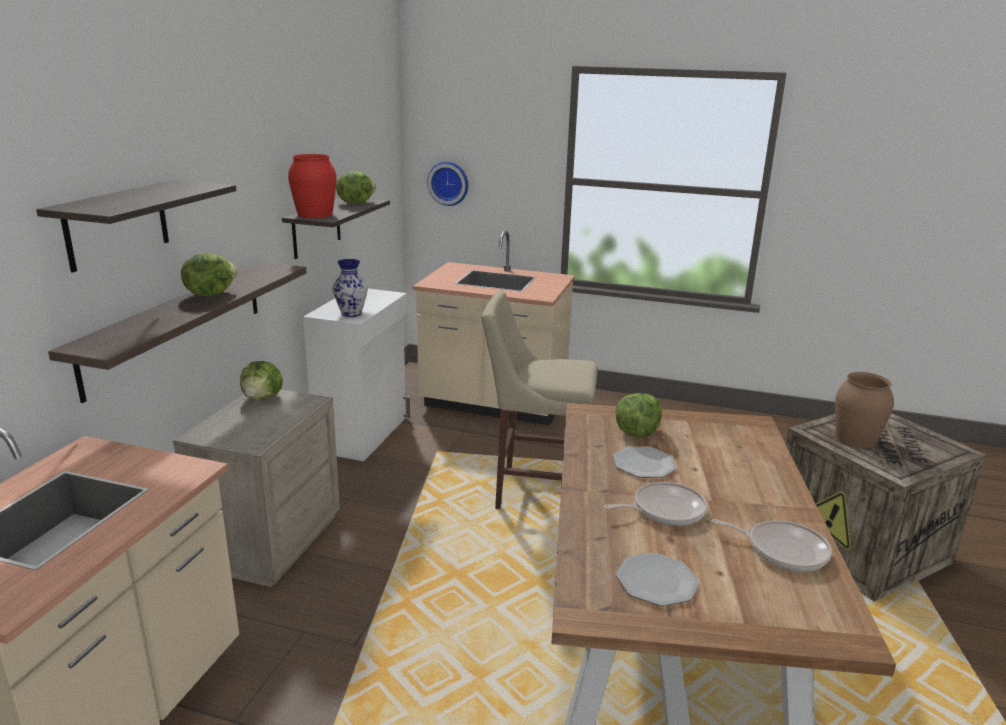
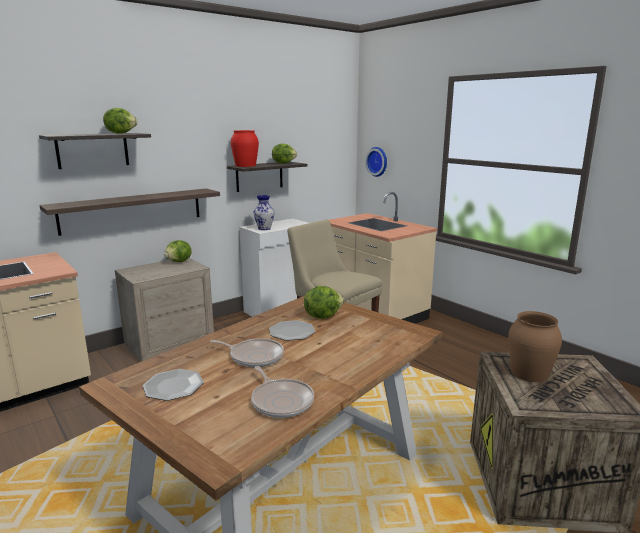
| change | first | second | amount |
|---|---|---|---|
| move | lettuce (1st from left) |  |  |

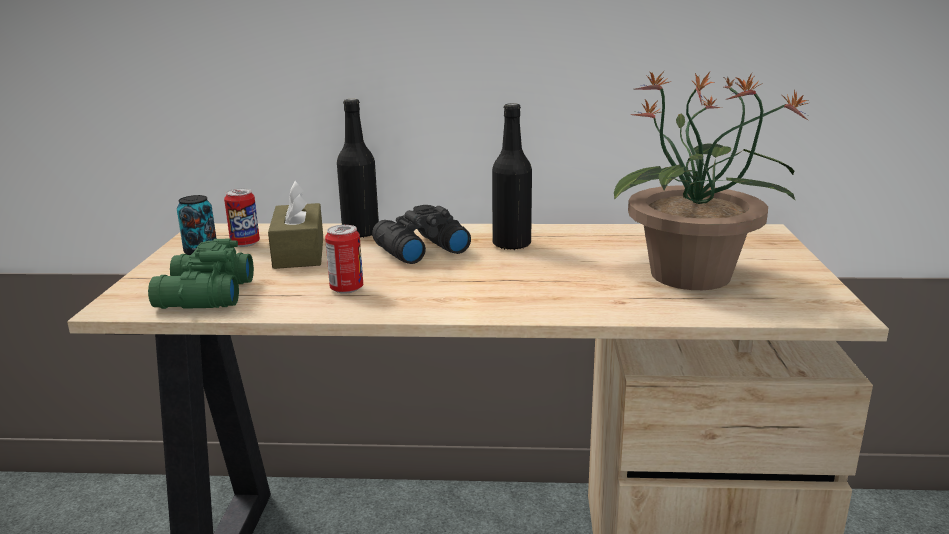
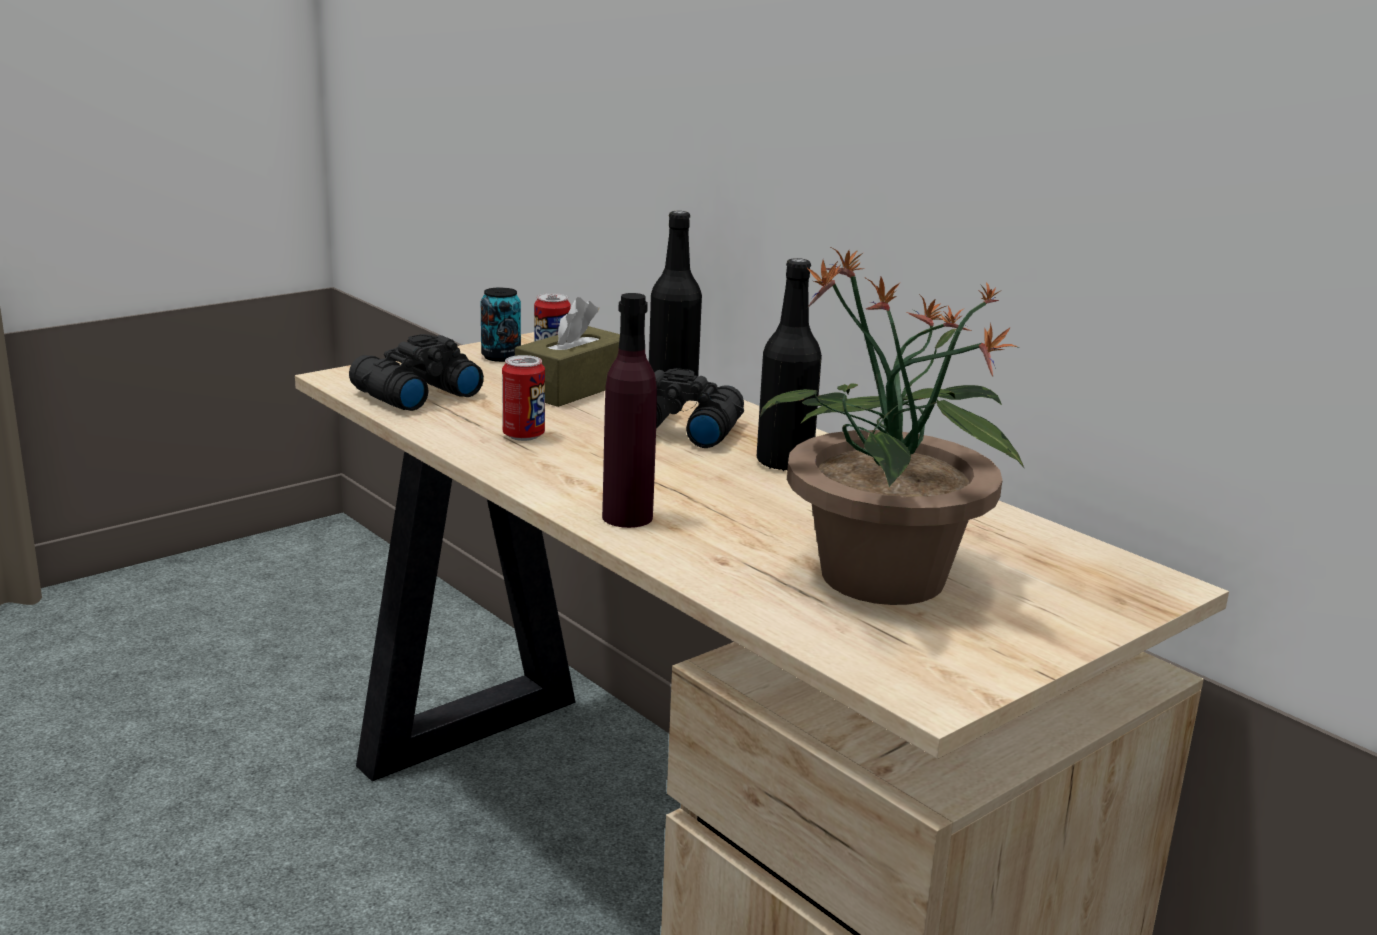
| change | first | second | amount |
|---|---|---|---|
| recolor | greenish field glasses | black field glasses (1st from left) |  |
| insert |  | purplish beverage bottle |  |

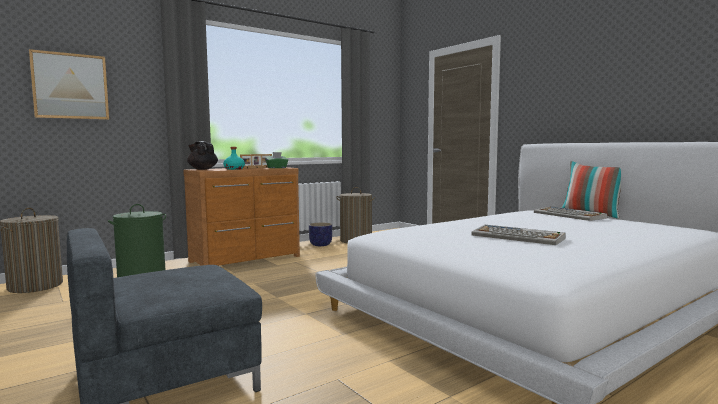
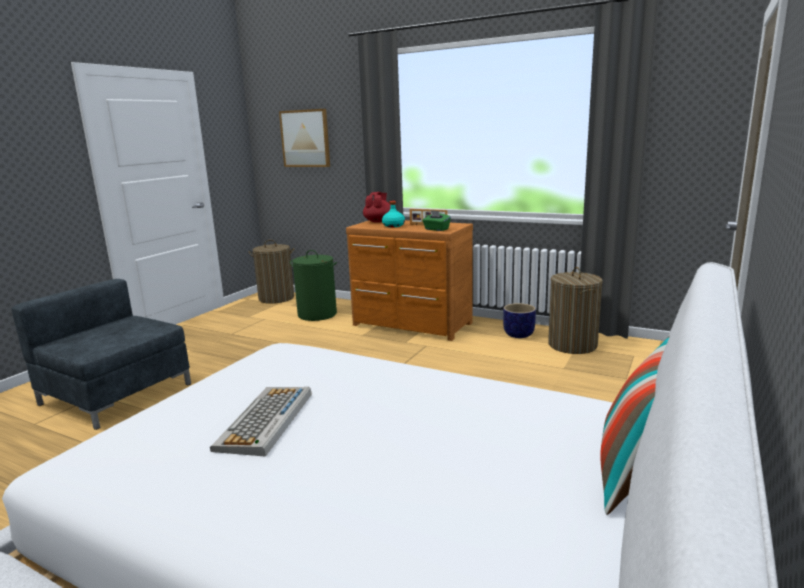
| change | first | second | amount |
|---|---|---|---|
| recolor | black pot for tea | red-coloured pot for tea |  |
| delete | computer keyboard (2nd from left) |  |  |

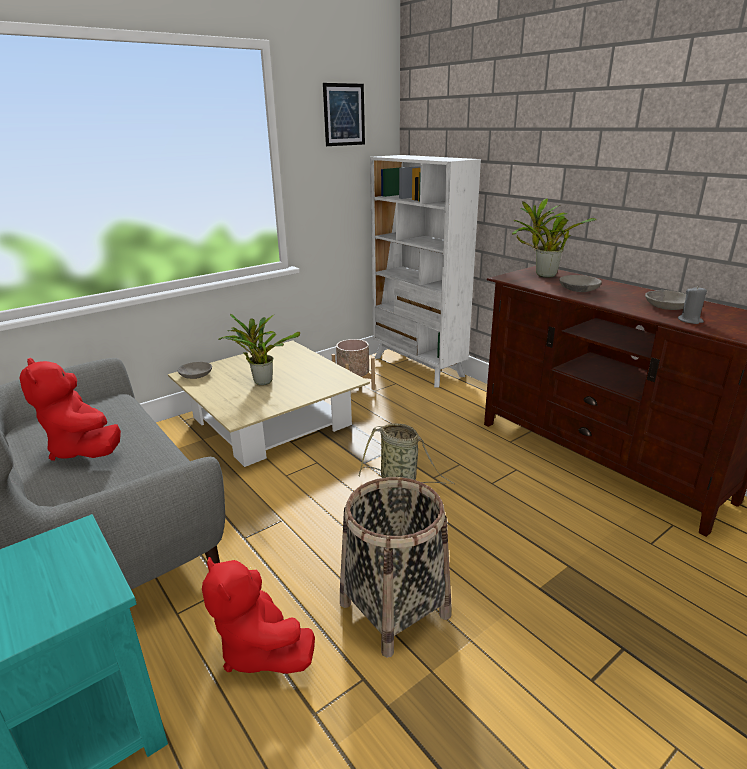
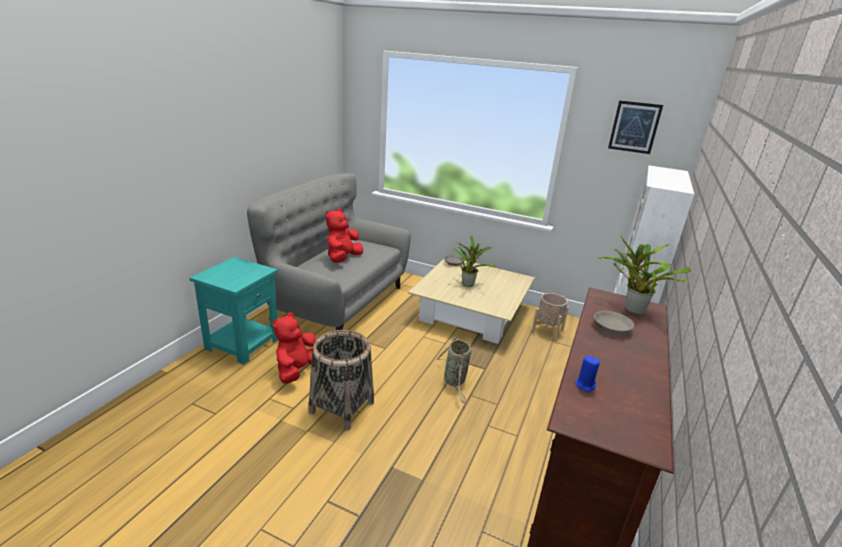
| change | first | second | amount |
|---|---|---|---|
| recolor | grey wax light | blue-coloured wax light |  |
| delete | grey bowl (3rd from left) |  |  |

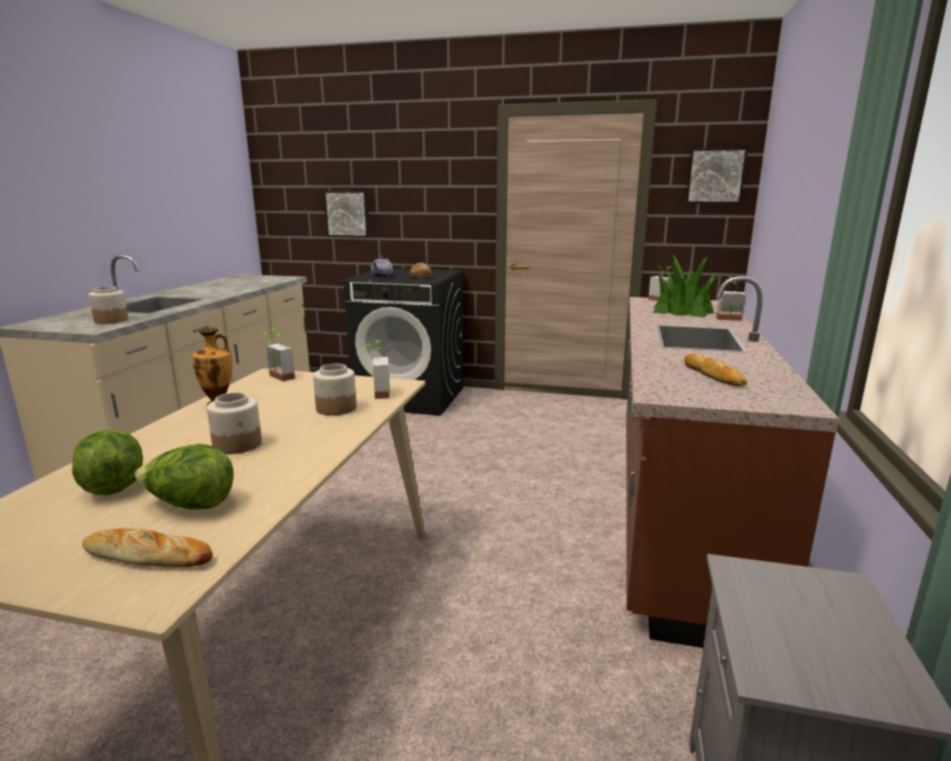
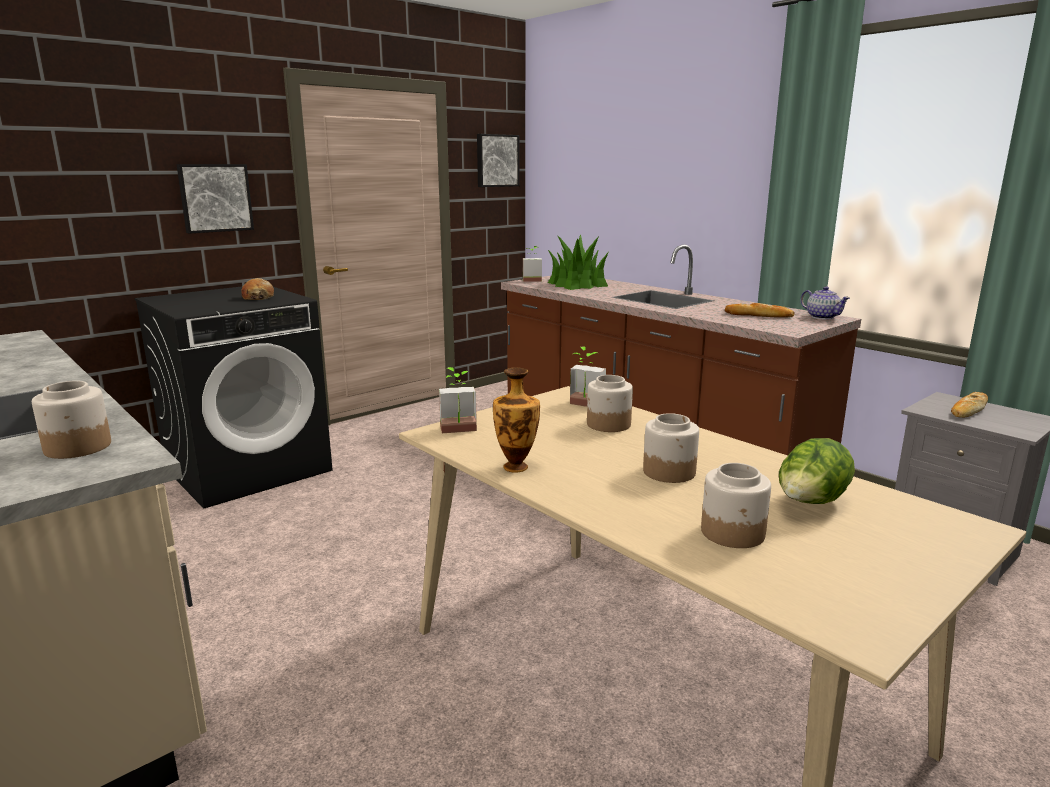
| change | first | second | amount |
|---|---|---|---|
| move | picture (1st from left) |  |  |
| replace | lettuce (1st from left) | jar (4th from left) |  |
| move | pot for tea |  |  |
| move | bakery bread (1st from left in the first image) | bakery bread (3rd from left) |  |
| delete | houseplant (5th from left) |  |  |

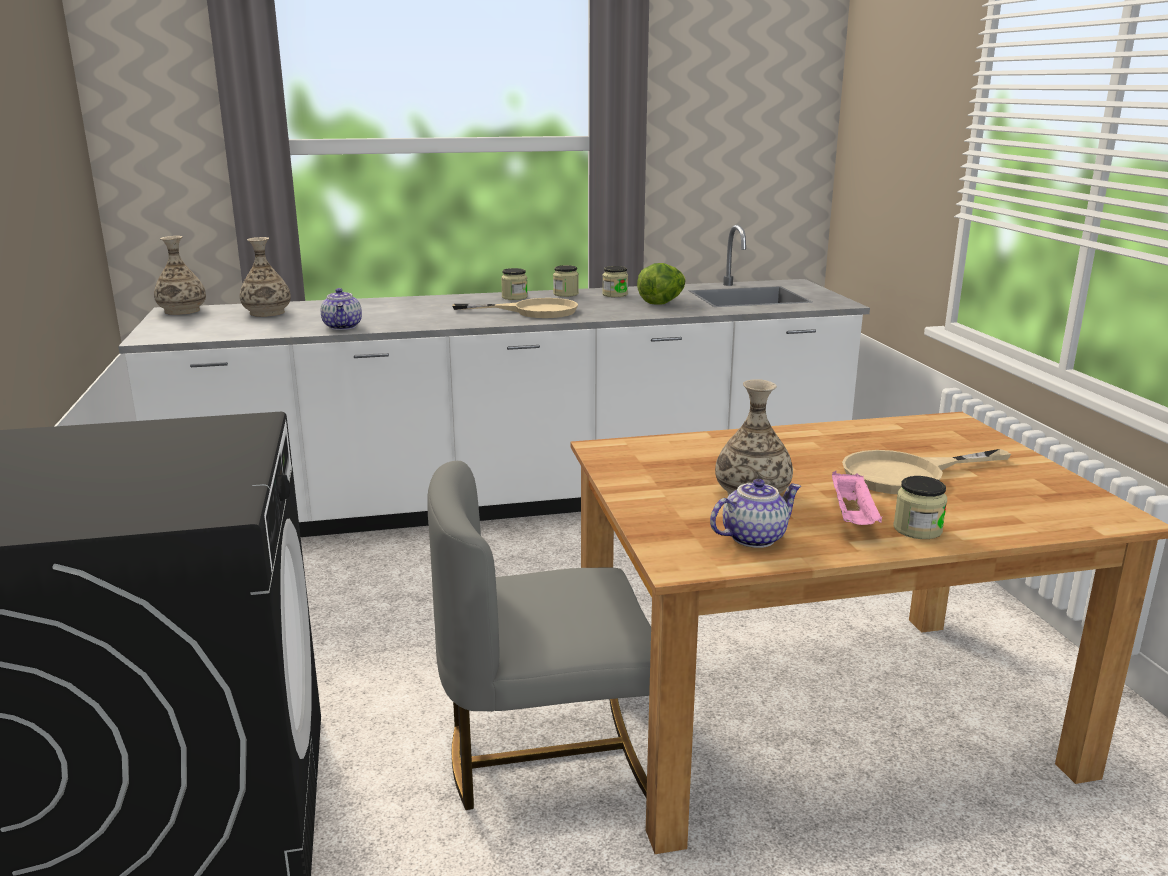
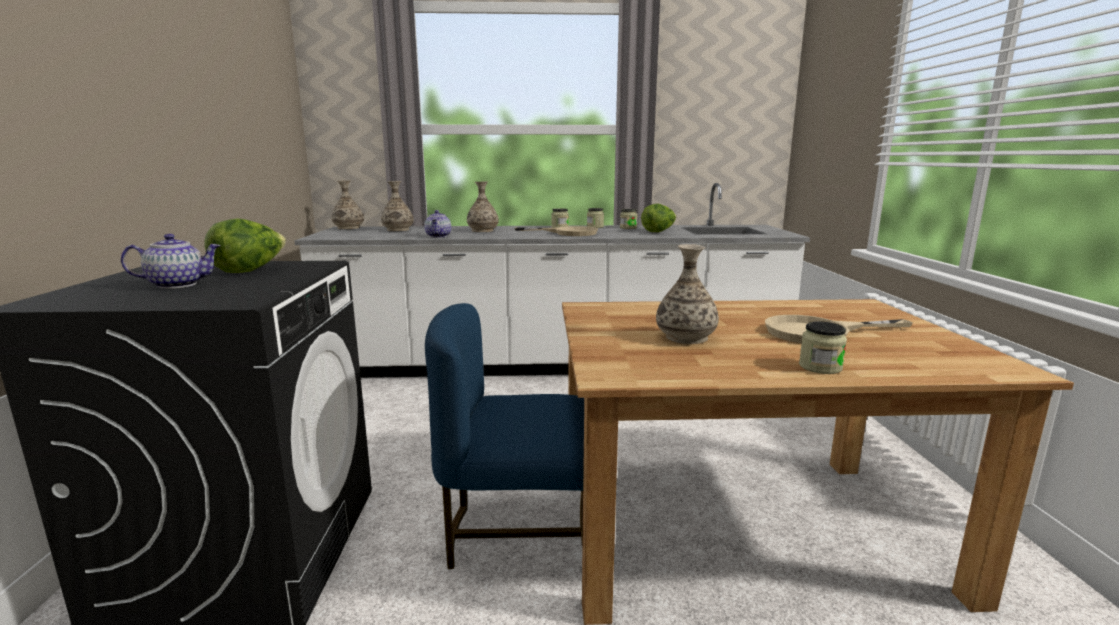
| change | first | second | amount |
|---|---|---|---|
| move | pot for tea (2nd from left in the first image) | pot for tea (1st from left) |  |
| insert |  | lettuce (1st from left) |  |
| recolor | grey chair | blue-coloured chair |  |
| insert |  | flower vase (3rd from left) |  |
| delete | pinkish tray |  |  |

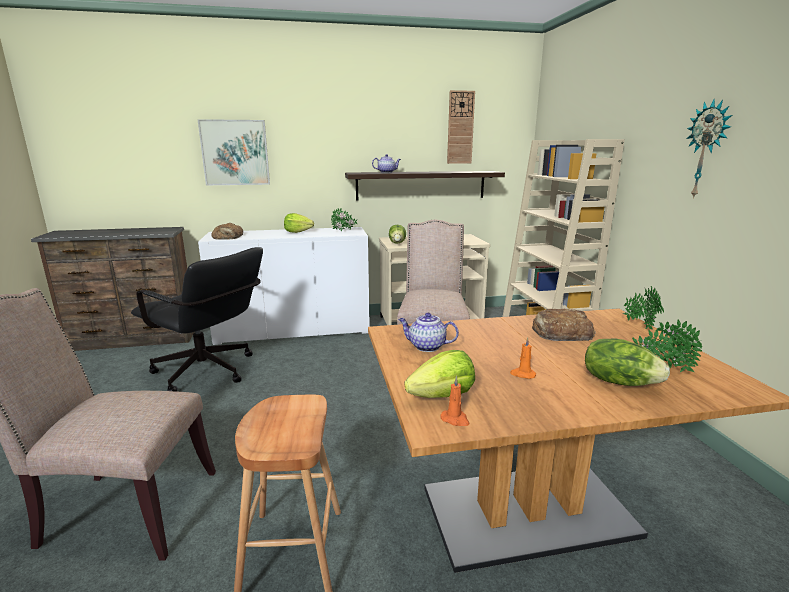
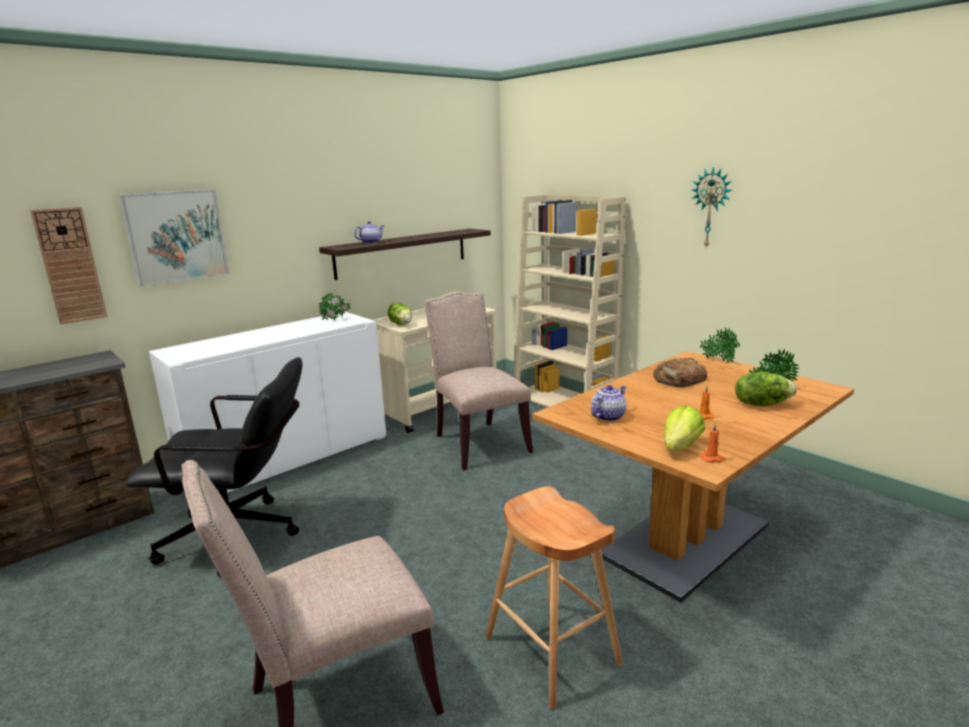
| change | first | second | amount |
|---|---|---|---|
| move | clock on the wall (1st from left) |  |  |
| rotate | pot for tea (2nd from left) |  | 150 degrees clockwise |
| delete | bakery bread (1st from left) |  |  |
| delete | lettuce (1st from left) |  |  |

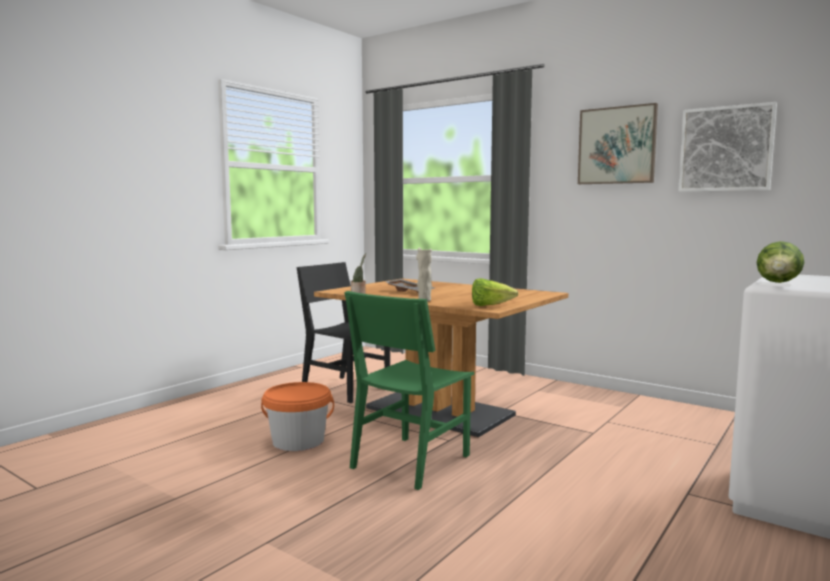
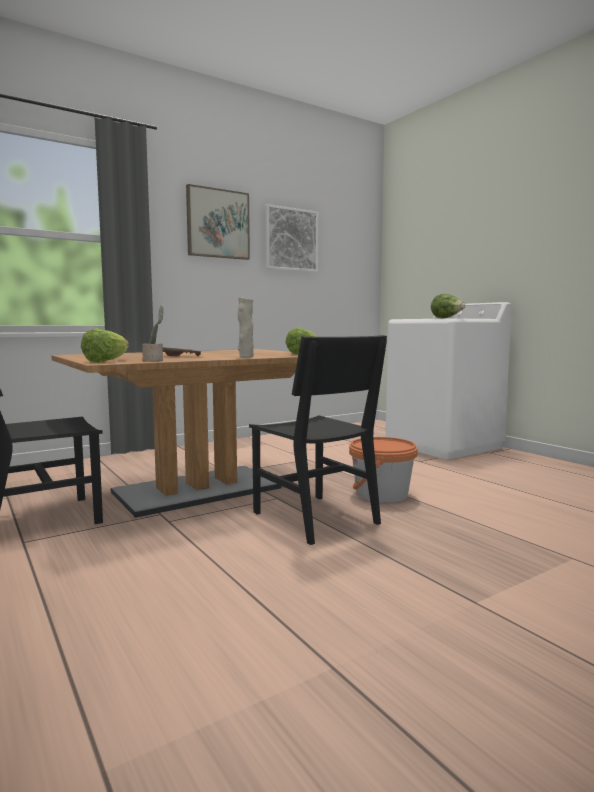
| change | first | second | amount |
|---|---|---|---|
| insert |  | lettuce (1st from left) |  |
| recolor | greenish chair | black chair (2nd from left) |  |
| move | orange-coloured water bucket |  |  |

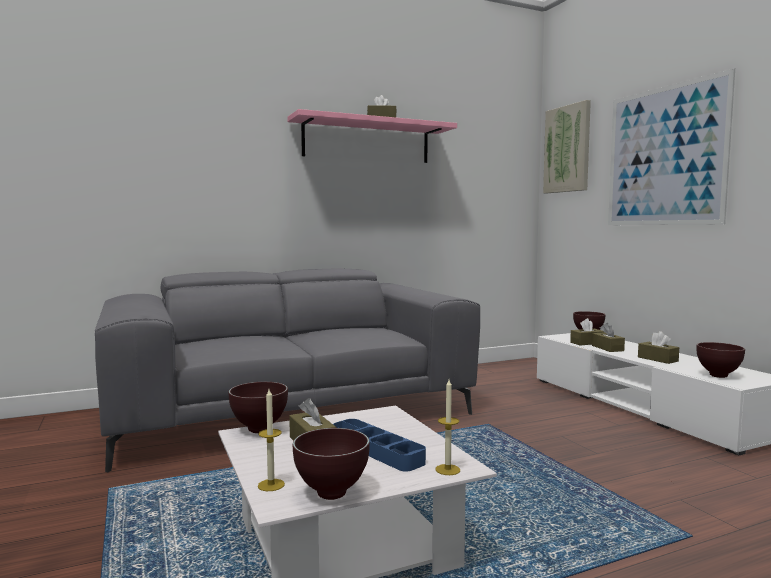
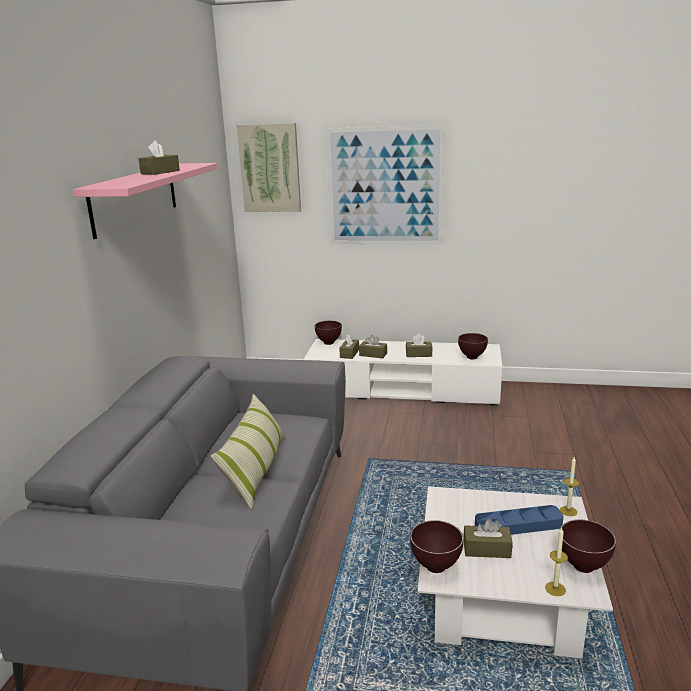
| change | first | second | amount |
|---|---|---|---|
| insert |  | cushion |  |

